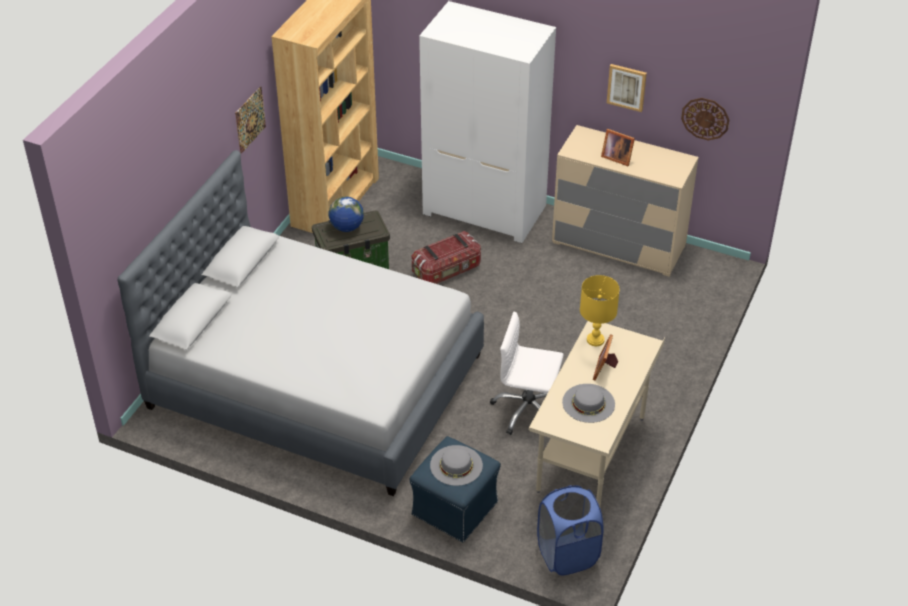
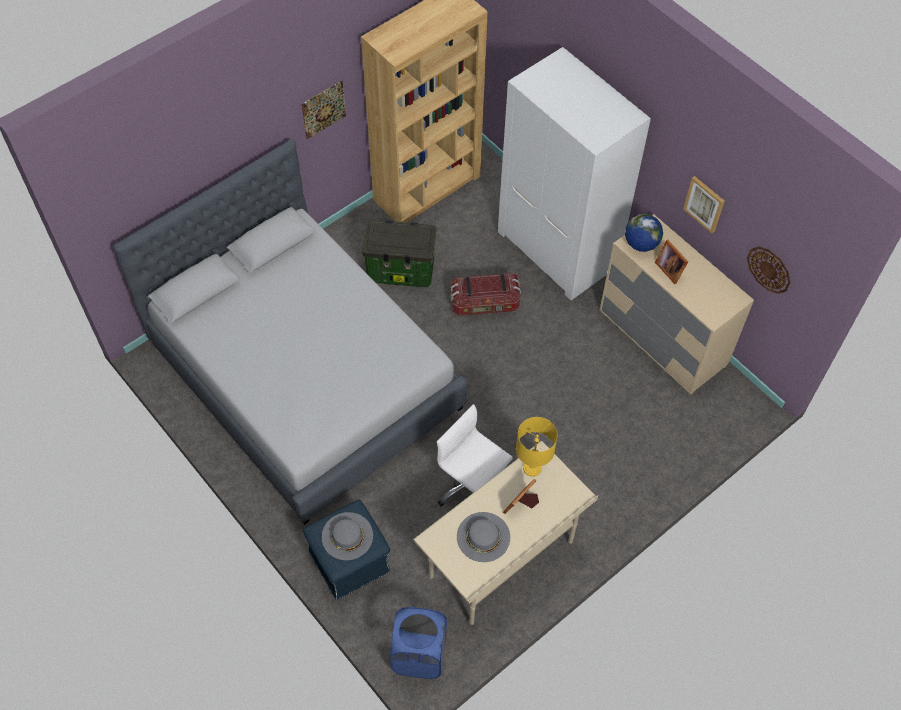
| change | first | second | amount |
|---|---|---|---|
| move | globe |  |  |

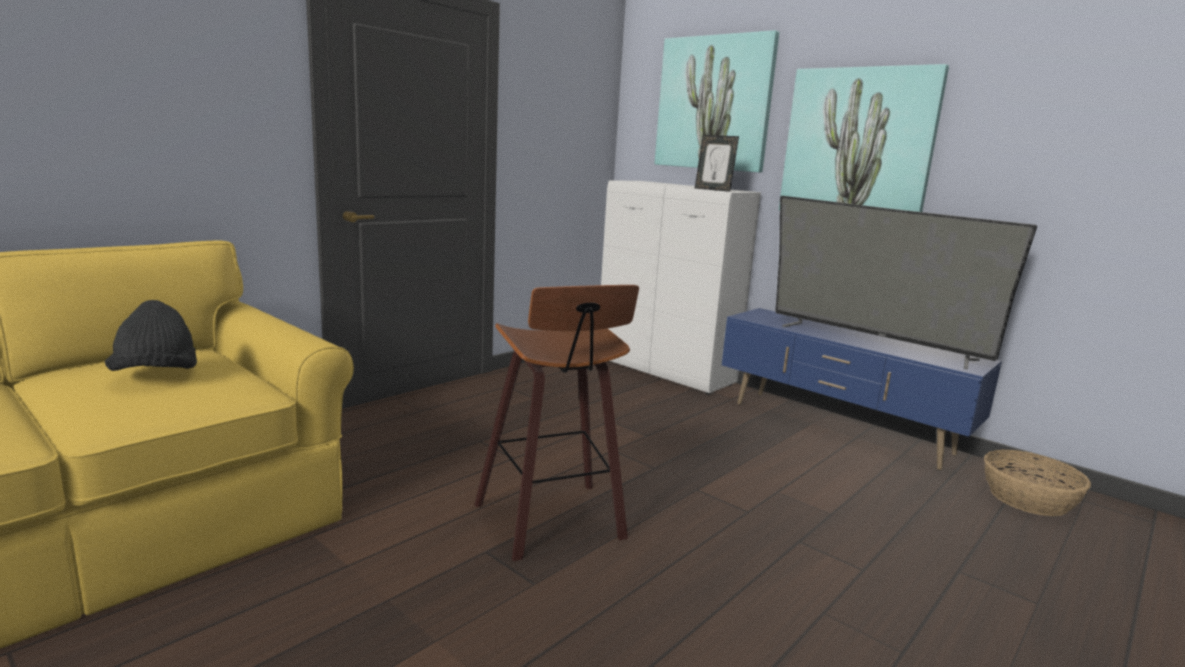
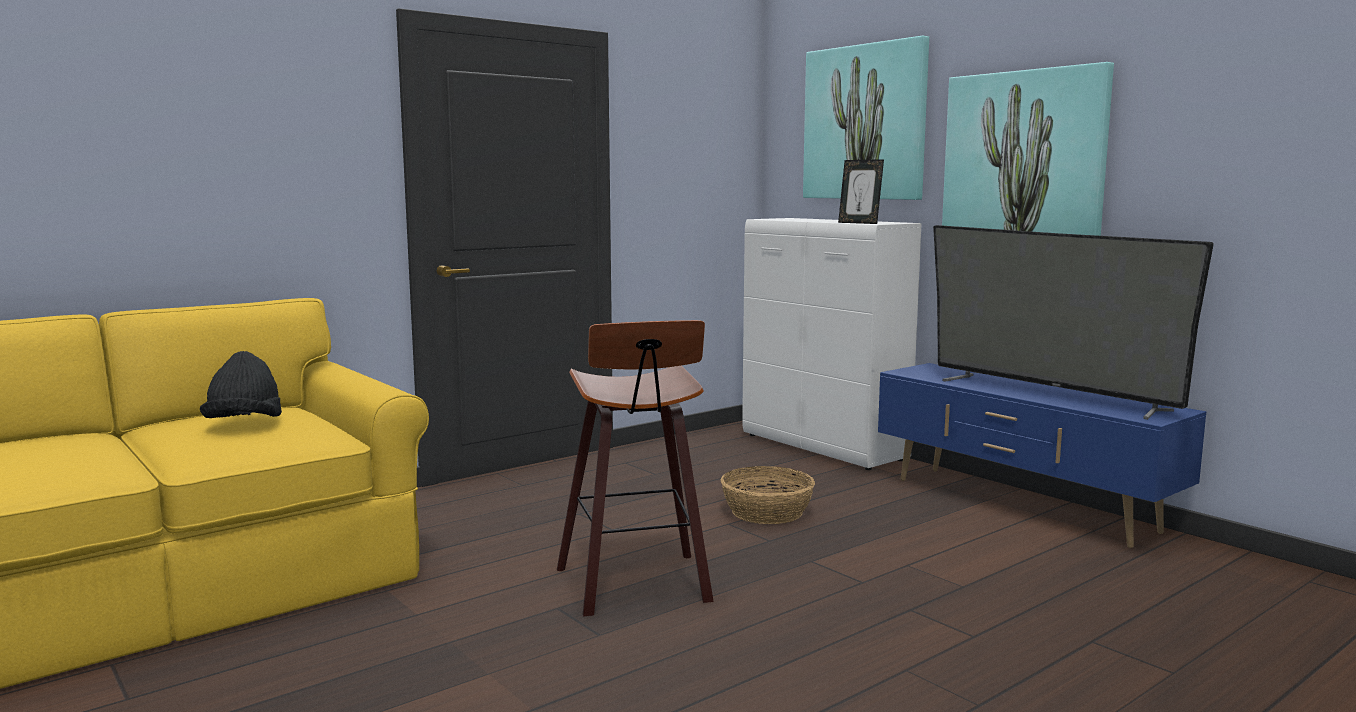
| change | first | second | amount |
|---|---|---|---|
| move | basket |  |  |

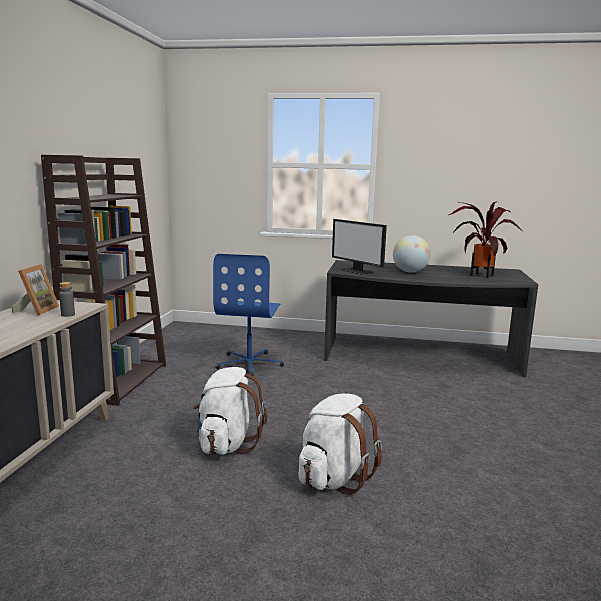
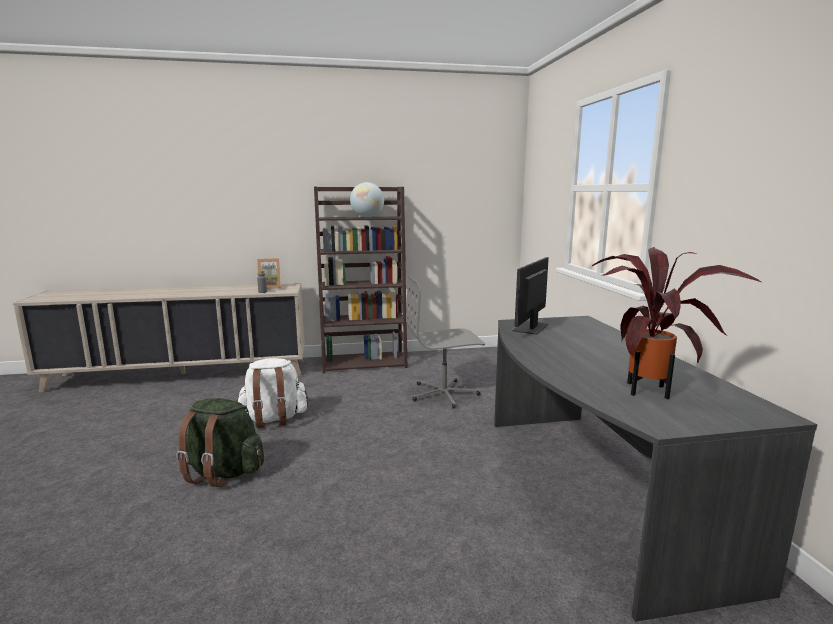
| change | first | second | amount |
|---|---|---|---|
| recolor | whitish rucksack (2nd from left) | greenish rucksack |  |
| move | globe |  |  |
| recolor | blue-coloured computer chair | grey computer chair |  |

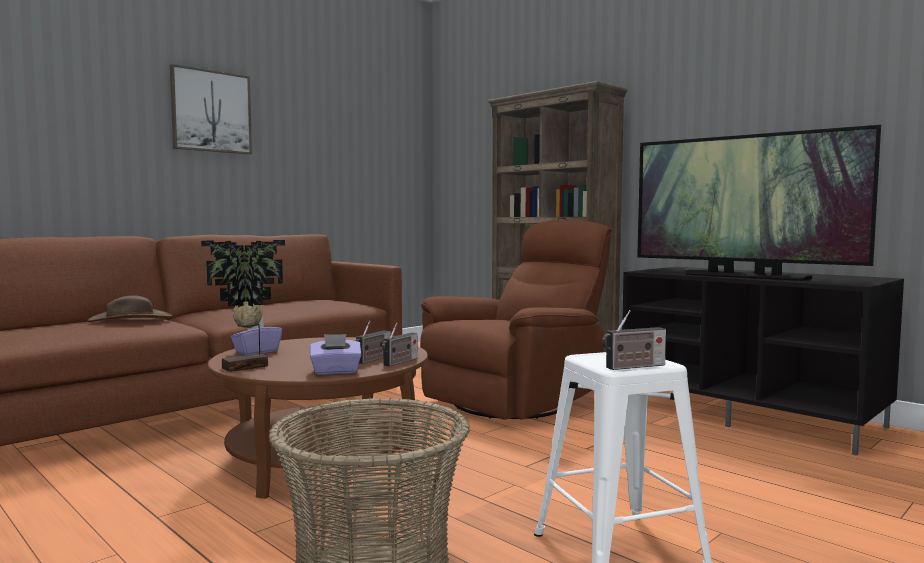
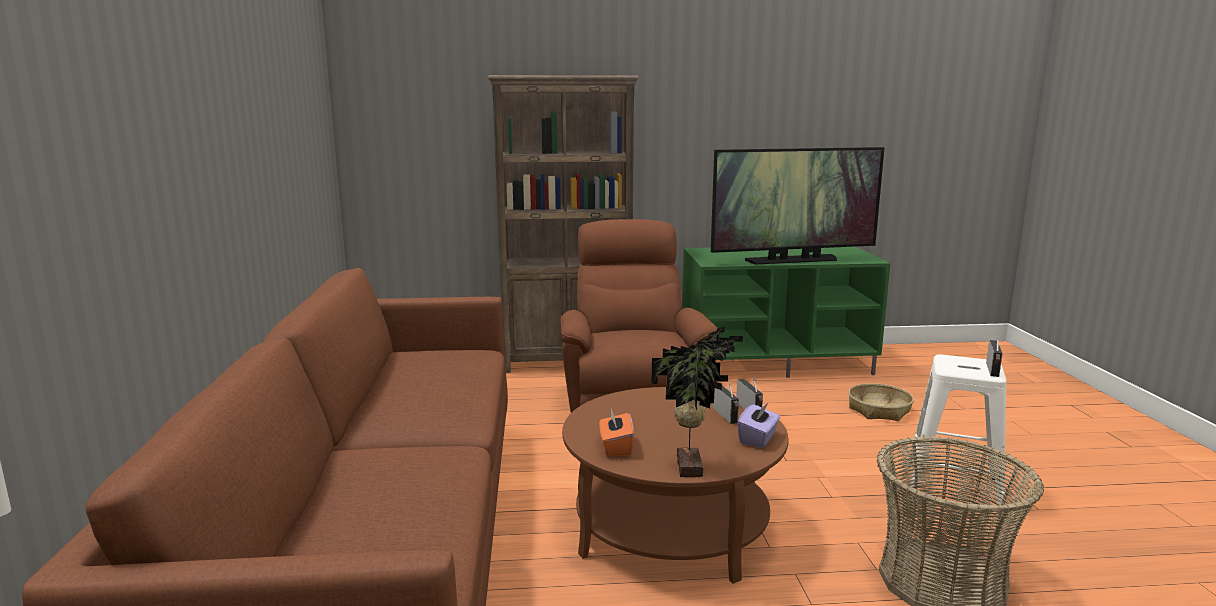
| change | first | second | amount |
|---|---|---|---|
| recolor | purplish box of tissues (1st from left) | orange-coloured box of tissues |  |
| recolor | black tv unit | greenish tv unit |  |
| insert |  | basket (1st from left) |  |
| delete | brown-coloured hat |  |  |
| delete | picture |  |  |

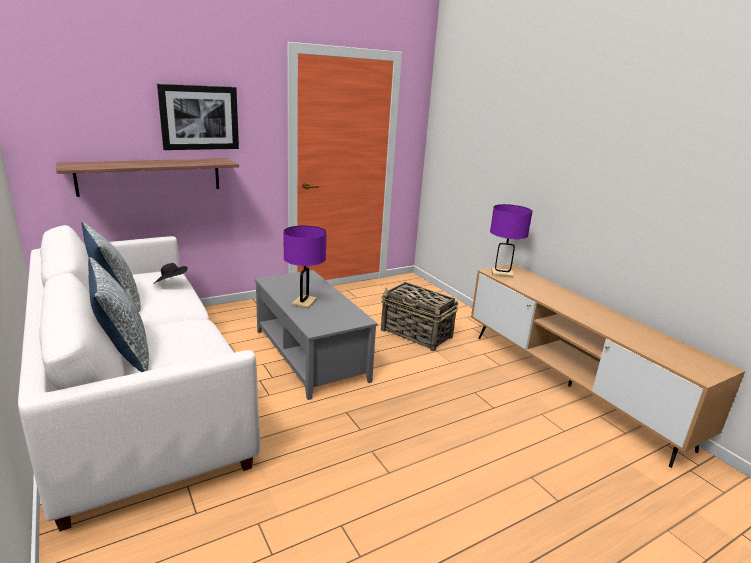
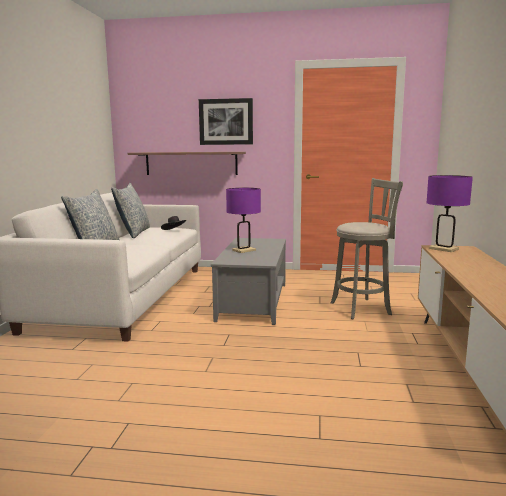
| change | first | second | amount |
|---|---|---|---|
| replace | basket | grey stool seat |  |

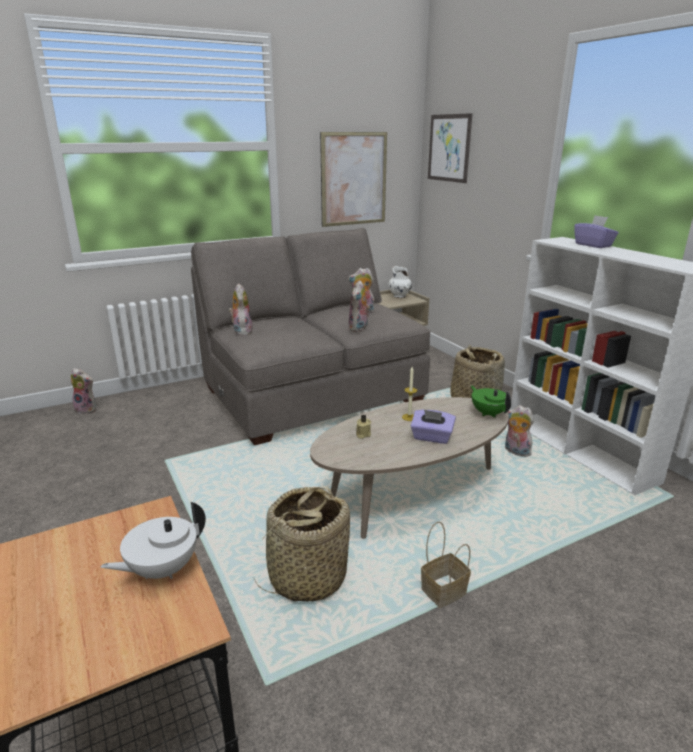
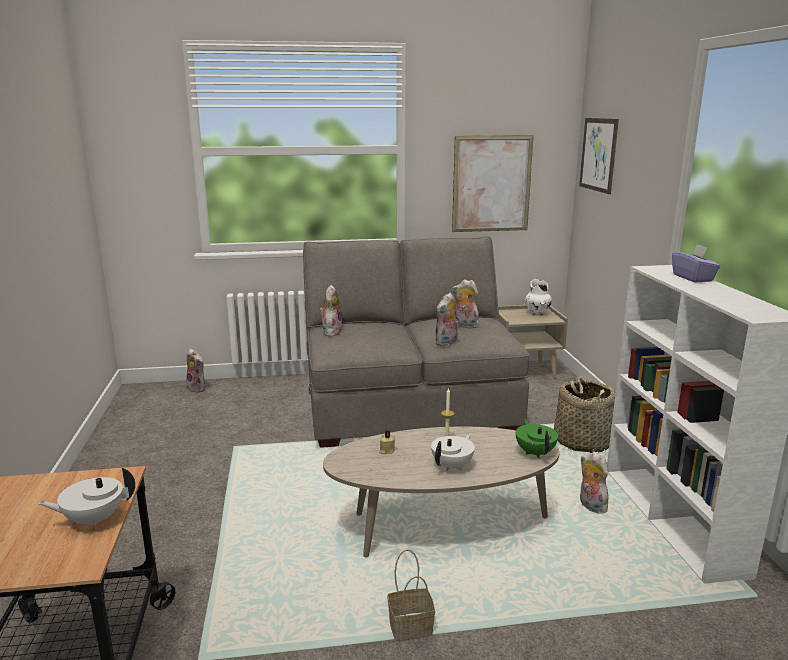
| change | first | second | amount |
|---|---|---|---|
| replace | purplish box of tissues (1st from left) | whitish pot for tea (2nd from left) |  |
| delete | basket (1st from left) |  |  |

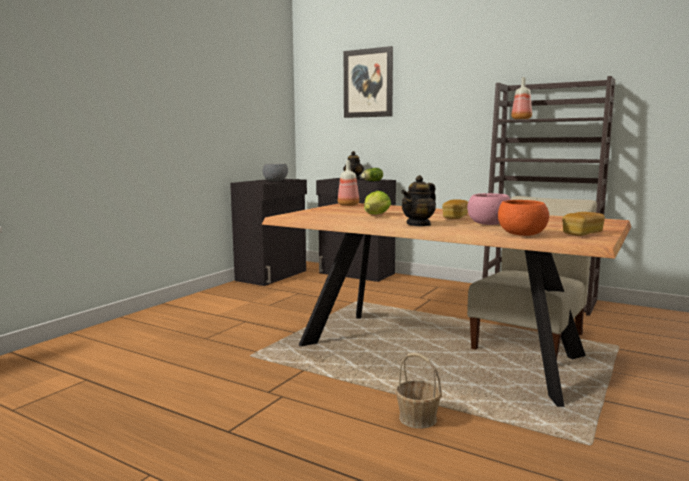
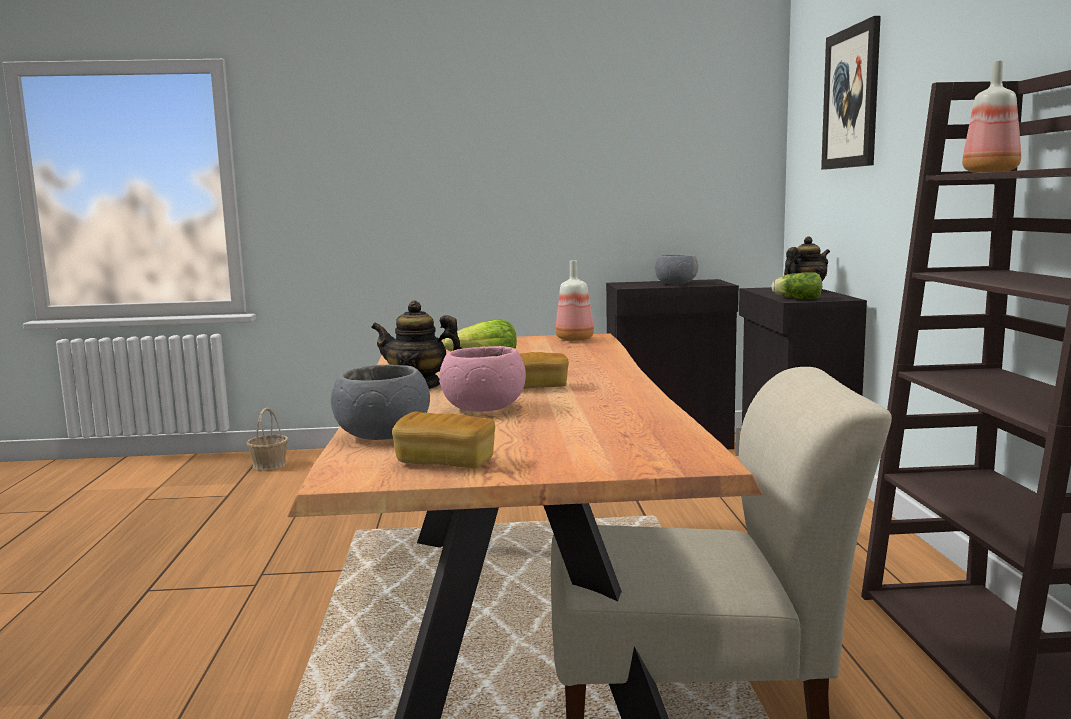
| change | first | second | amount |
|---|---|---|---|
| move | basket |  |  |
| recolor | orange-coloured bowl | grey bowl (1st from left) |  |

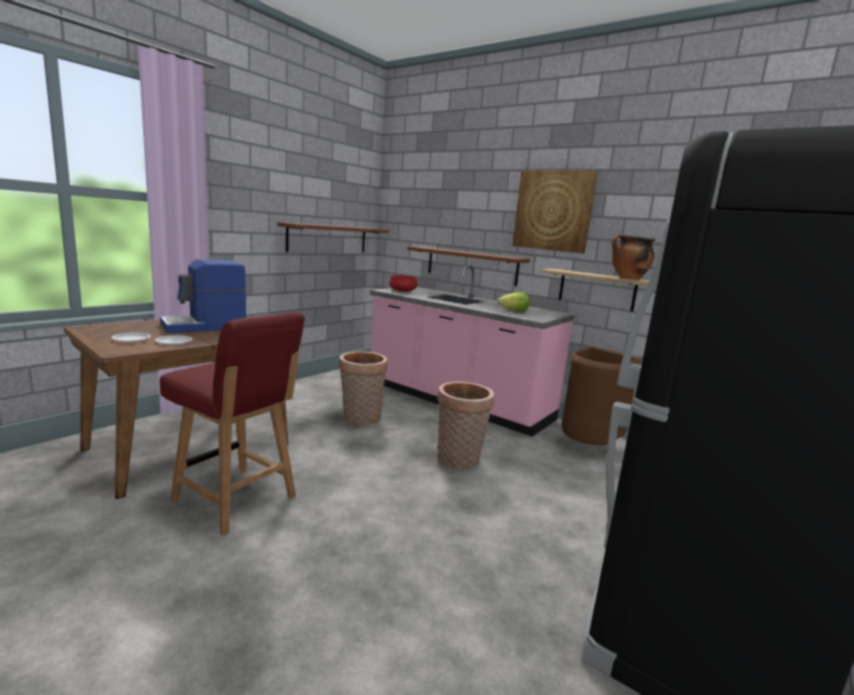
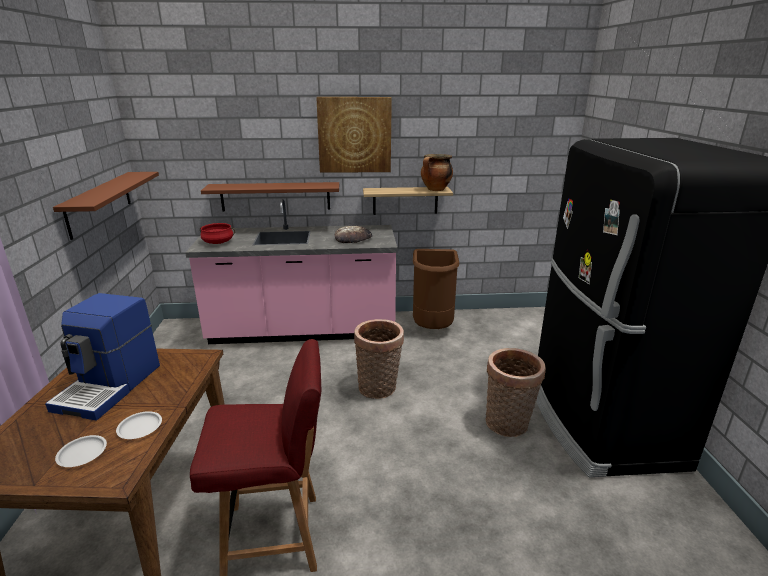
| change | first | second | amount |
|---|---|---|---|
| replace | lettuce | bakery bread |  |
| move | basket (1st from left in the first image) | basket (2nd from left) |  |

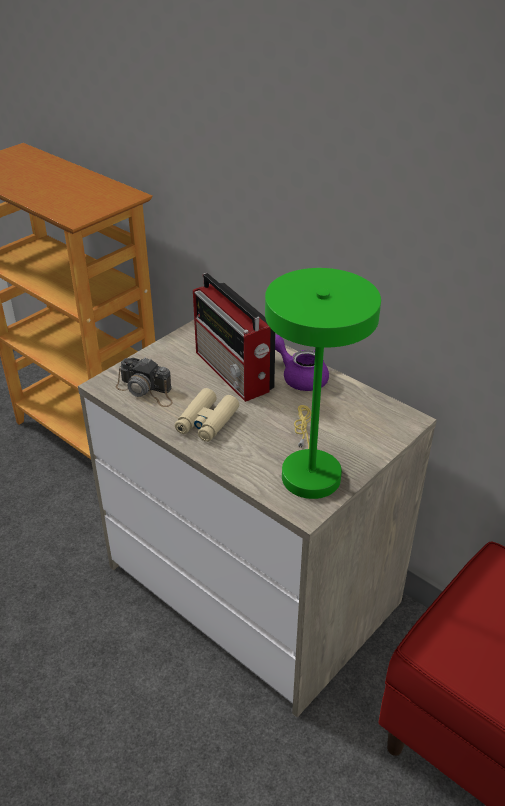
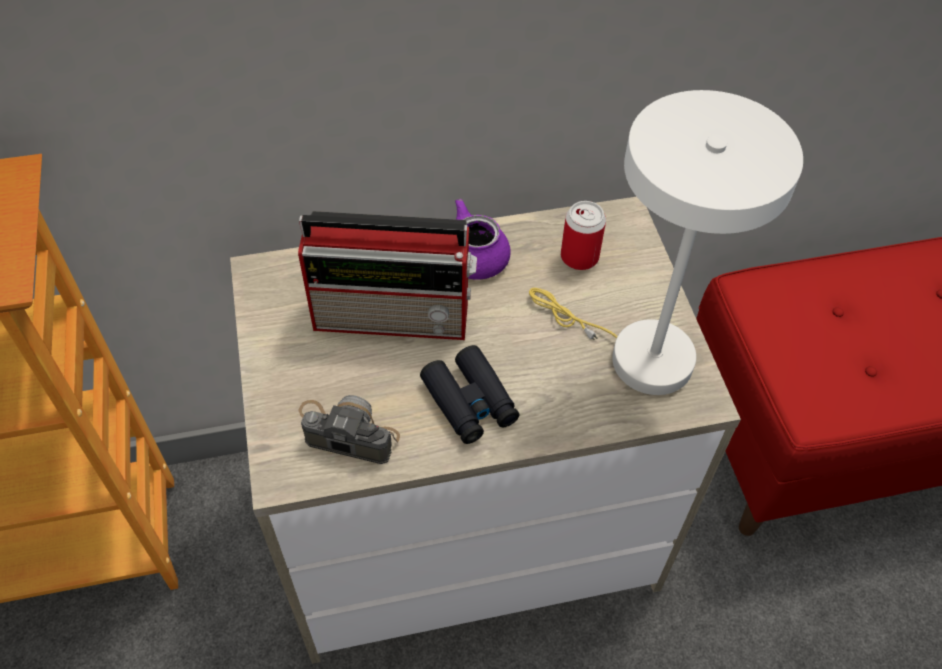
| change | first | second | amount |
|---|---|---|---|
| rotate | still camera |  | 135 degrees counterclockwise |
| recolor | beige-coloured field glasses | black field glasses |  |
| recolor | greenish lamp for a table | whitish lamp for a table |  |
| insert |  | can |  |

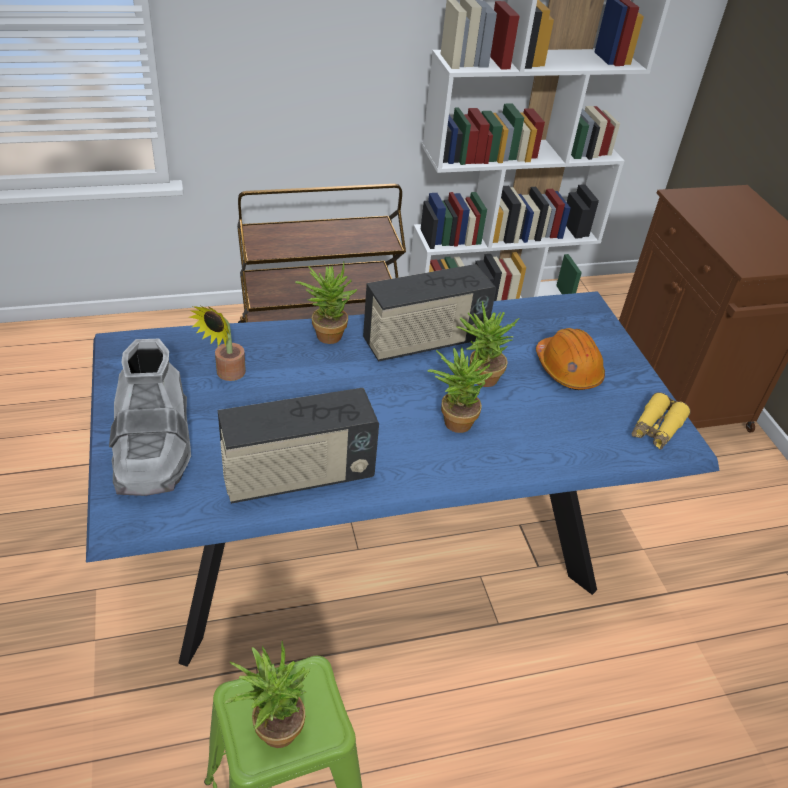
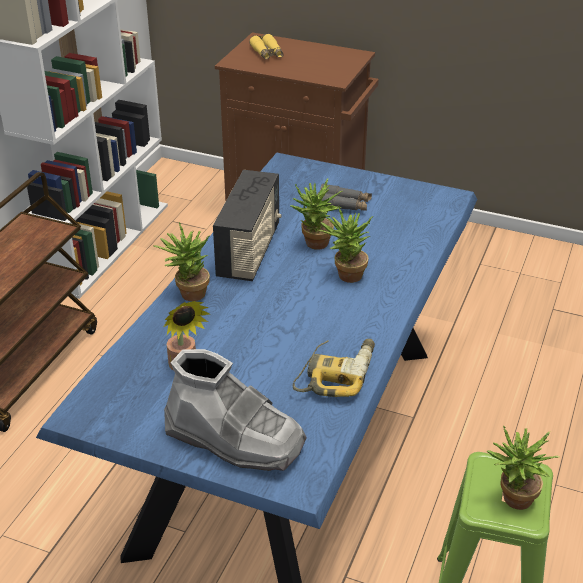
| change | first | second | amount |
|---|---|---|---|
| move | yellow-coloured field glasses |  |  |
| replace | radio set (1st from left) | power drill |  |
| replace | orange-coloured safety helmet | grey field glasses |  |

